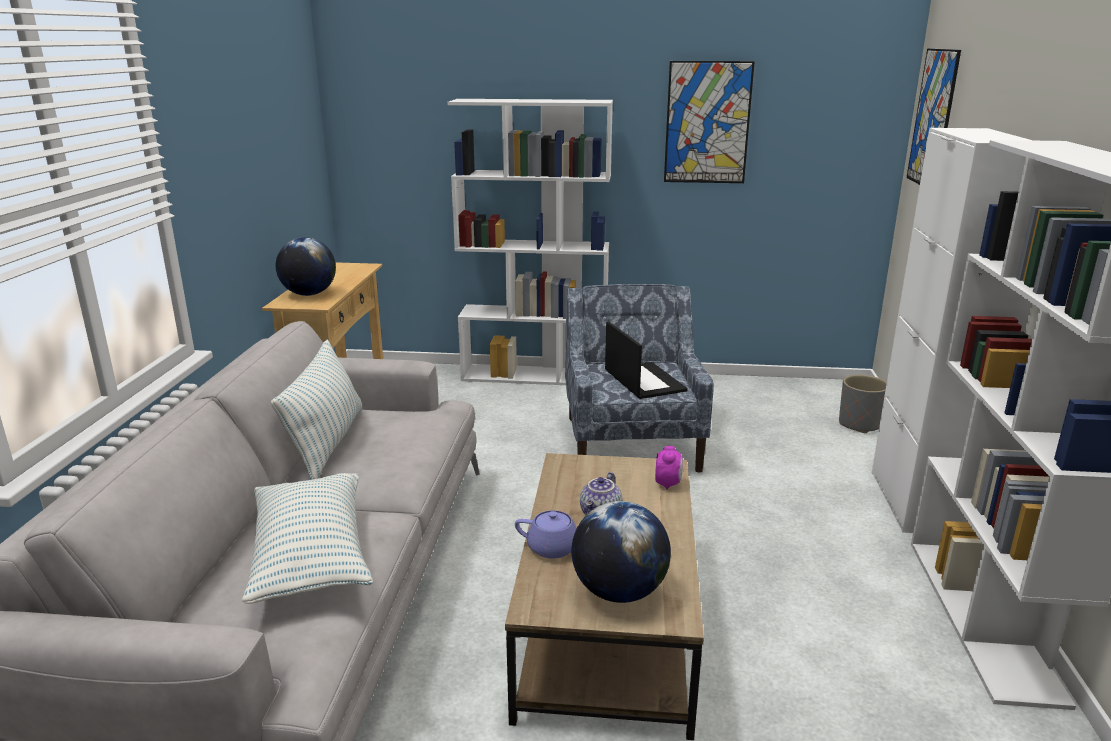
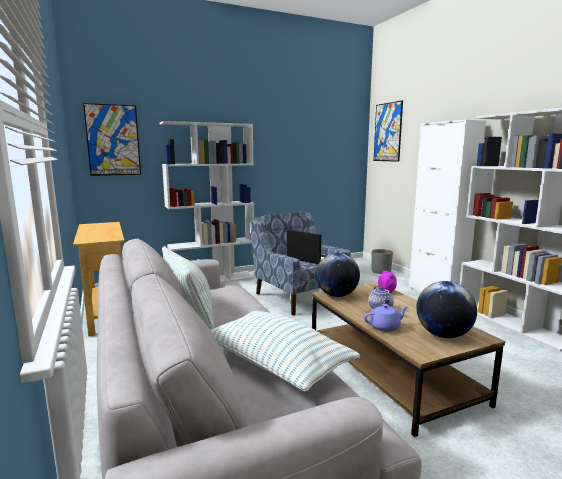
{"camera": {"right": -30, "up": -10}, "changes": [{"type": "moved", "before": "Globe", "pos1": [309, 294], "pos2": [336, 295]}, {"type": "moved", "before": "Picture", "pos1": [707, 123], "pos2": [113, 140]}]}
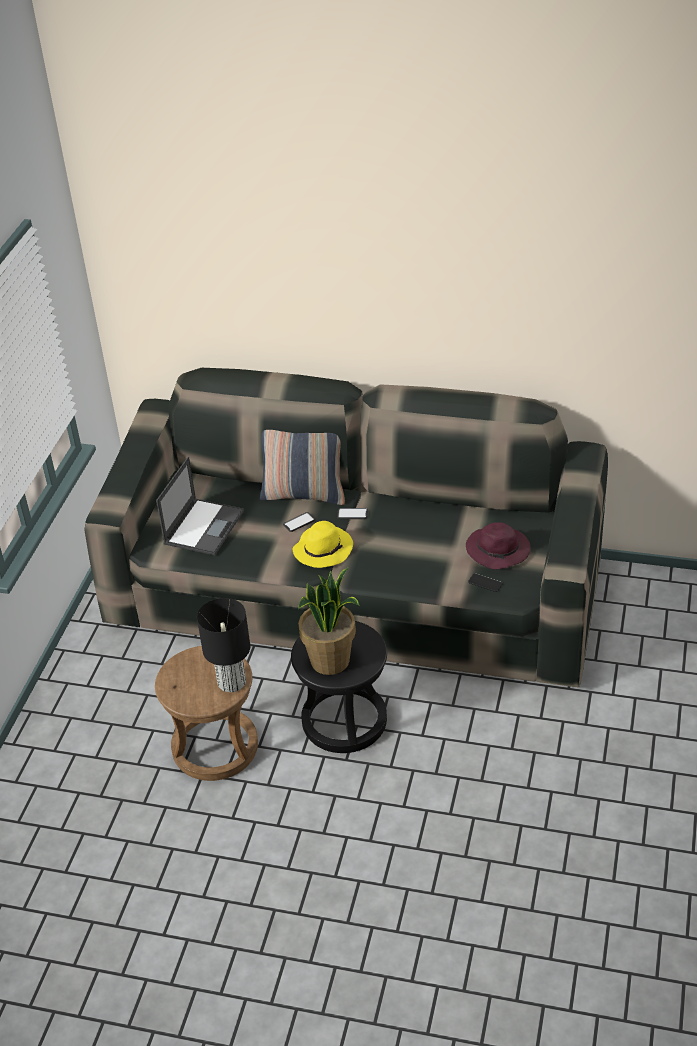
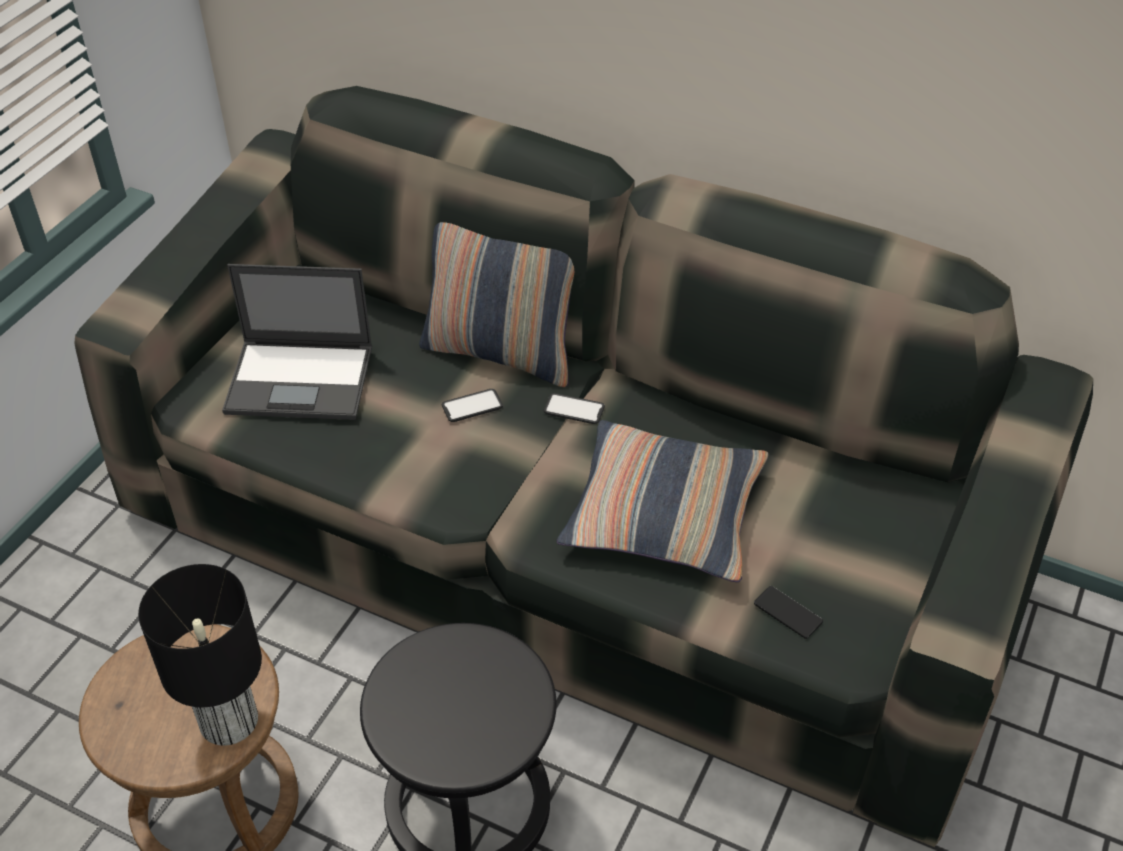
{"camera": {"right": 10, "up": 5}, "changes": [{"type": "removed", "before": "YellowHat", "pos1": [323, 549]}, {"type": "removed", "before": "PottedPlant", "pos1": [330, 661]}, {"type": "removed", "before": "PurpleHat", "pos1": [499, 550]}, {"type": "added", "after": "Pillow", "pos2": [664, 515]}, {"type": "turned", "before": "Laptop", "pos1": [204, 526], "pos2": [302, 380], "turn": 60}]}
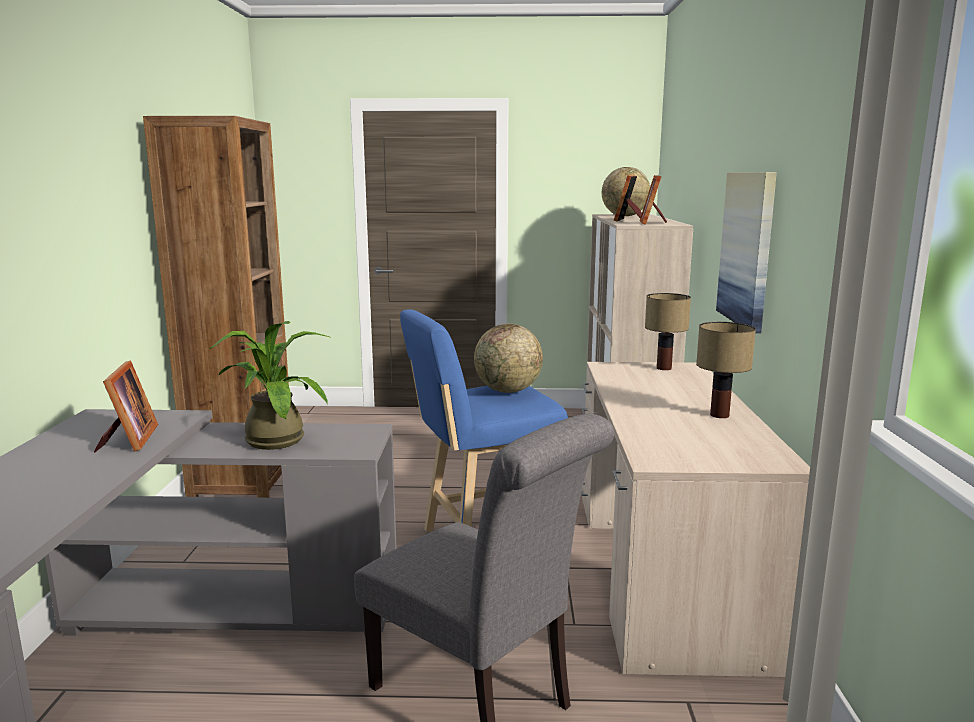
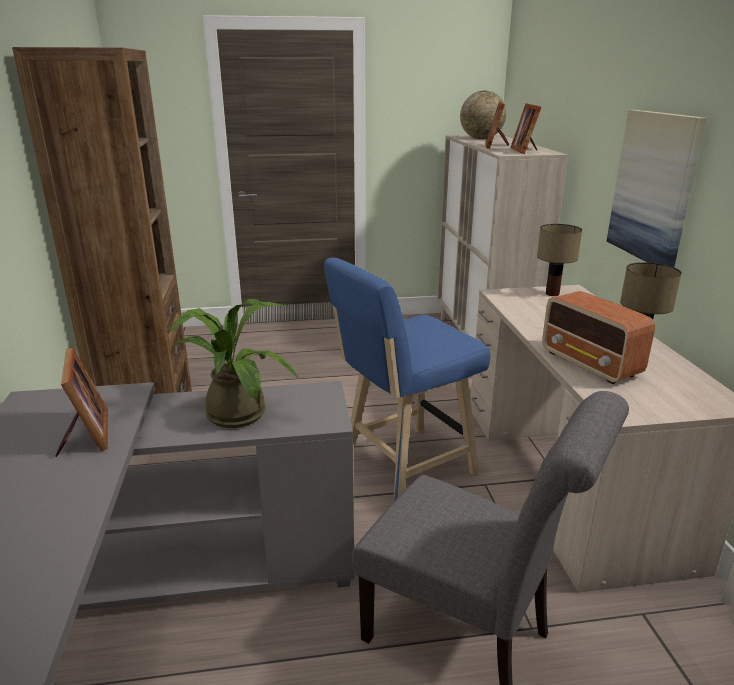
{"camera": {"right": -10, "up": 10}, "changes": [{"type": "removed", "before": "Globe", "pos1": [508, 391]}, {"type": "added", "after": "Radio", "pos2": [590, 364]}]}
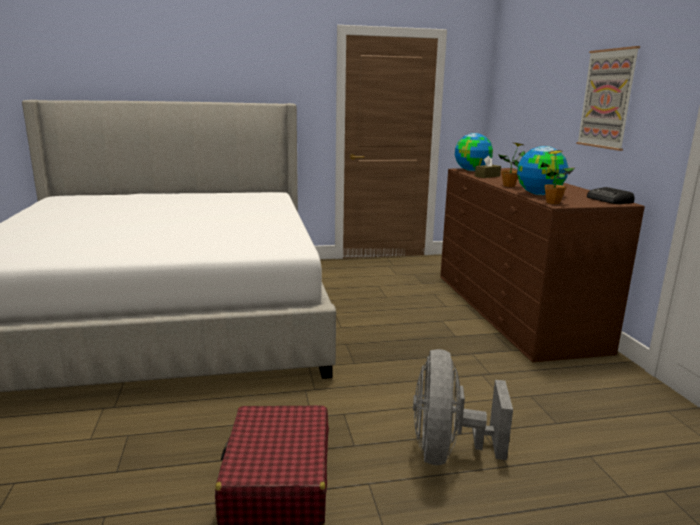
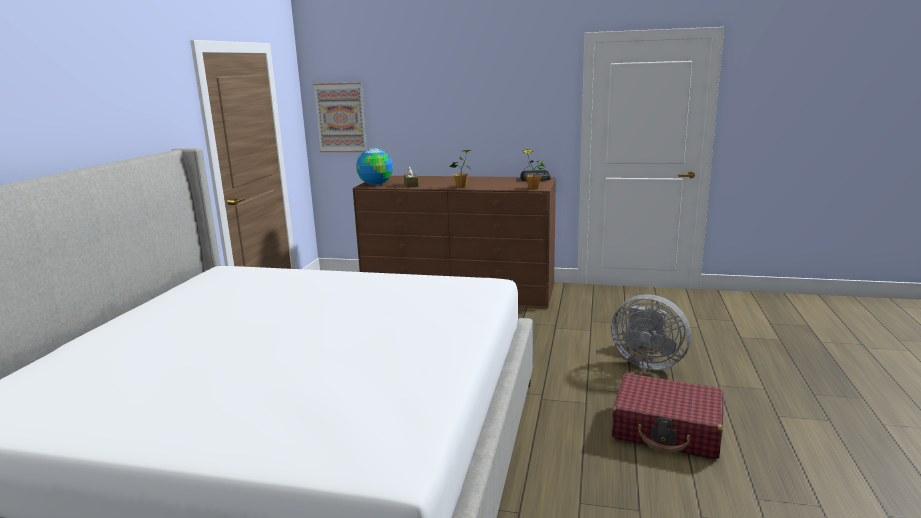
{"camera": {"right": -65, "up": 0}, "changes": [{"type": "removed", "before": "Globe", "pos1": [538, 194]}, {"type": "moved", "before": "Picture", "pos1": [607, 99], "pos2": [341, 117]}]}
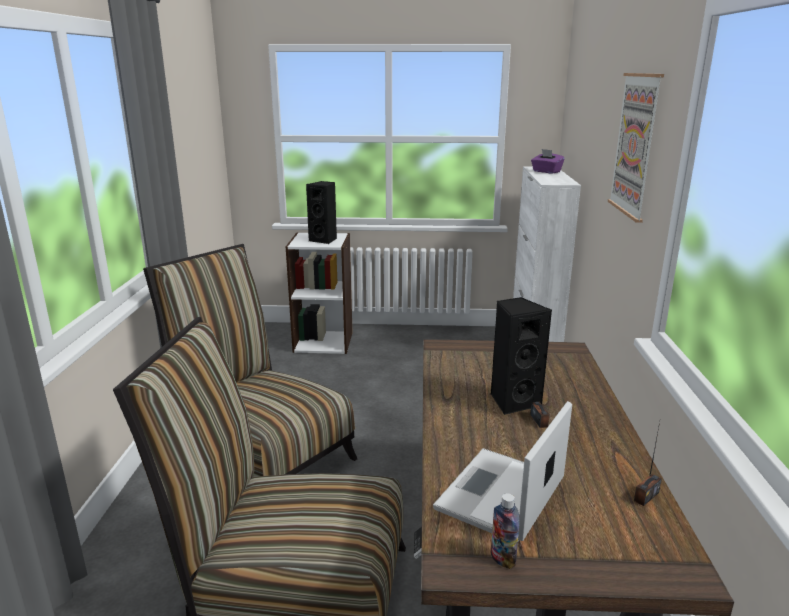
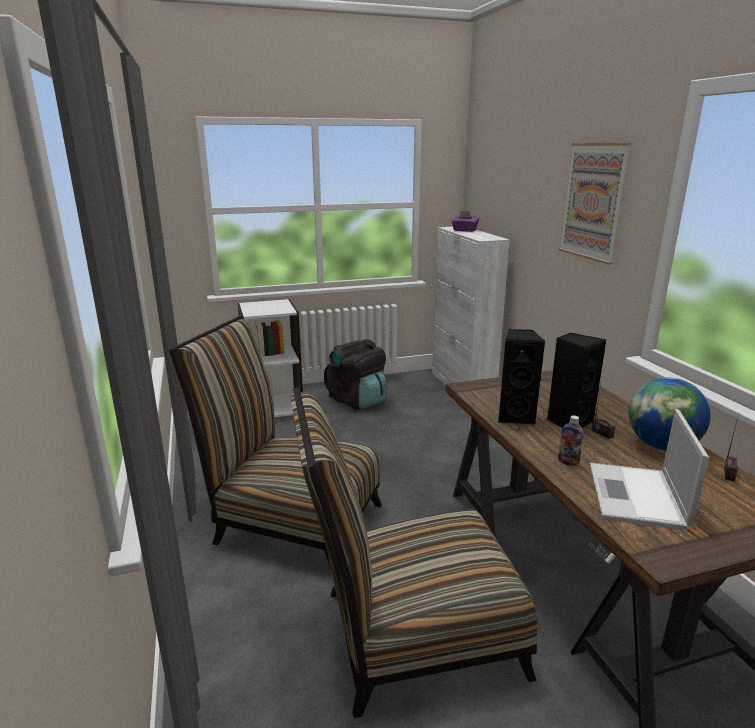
{"camera": {"right": -20, "up": 0}, "changes": [{"type": "added", "after": "BlackBackpack", "pos2": [357, 400]}, {"type": "added", "after": "Globe", "pos2": [661, 446]}, {"type": "moved", "before": "BlackSpeaker", "pos1": [324, 240], "pos2": [515, 416]}, {"type": "moved", "before": "Bottle", "pos1": [503, 559], "pos2": [568, 462]}]}
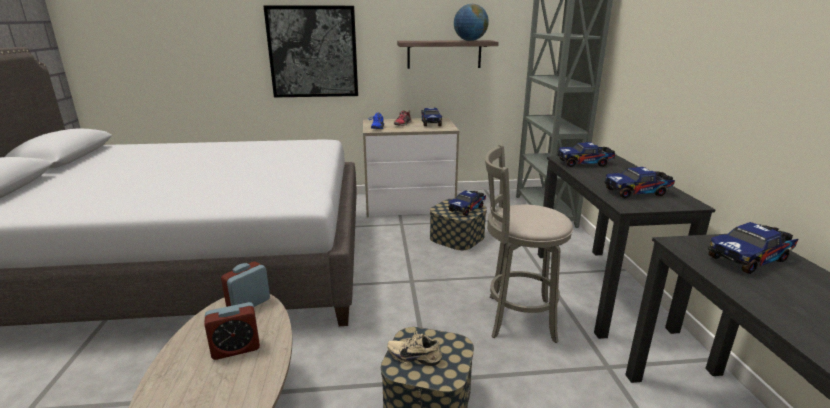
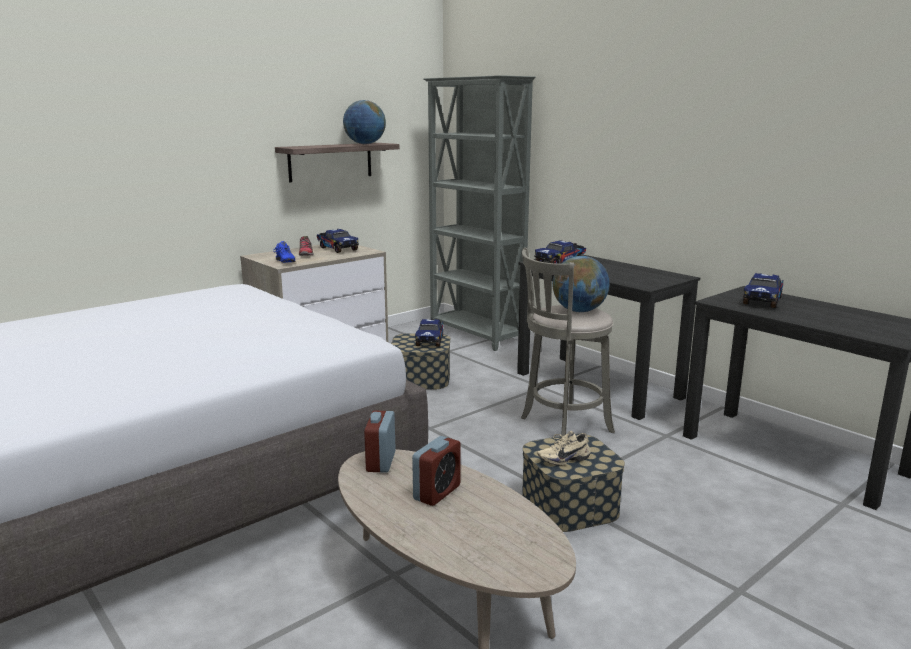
{"camera": {"right": -35, "up": -5}, "changes": [{"type": "removed", "before": "Picture", "pos1": [313, 52]}, {"type": "removed", "before": "ToyTruck", "pos1": [638, 192]}, {"type": "added", "after": "Globe", "pos2": [579, 311]}]}
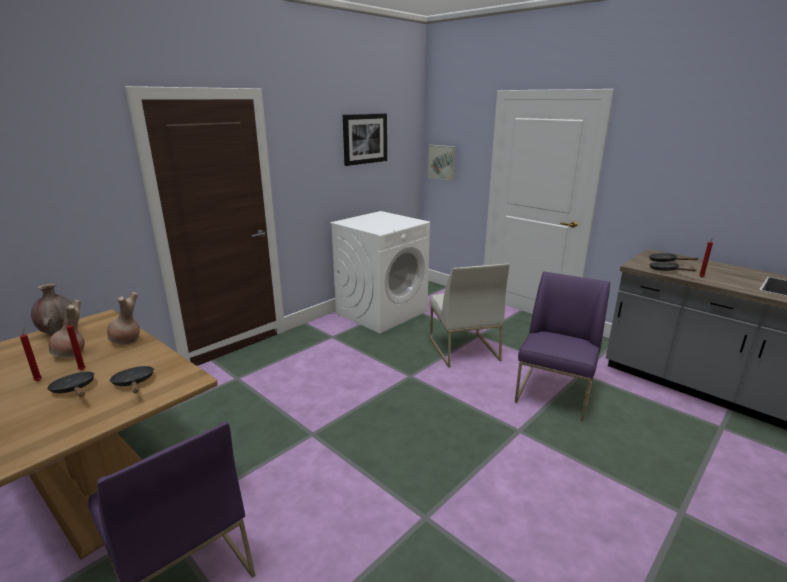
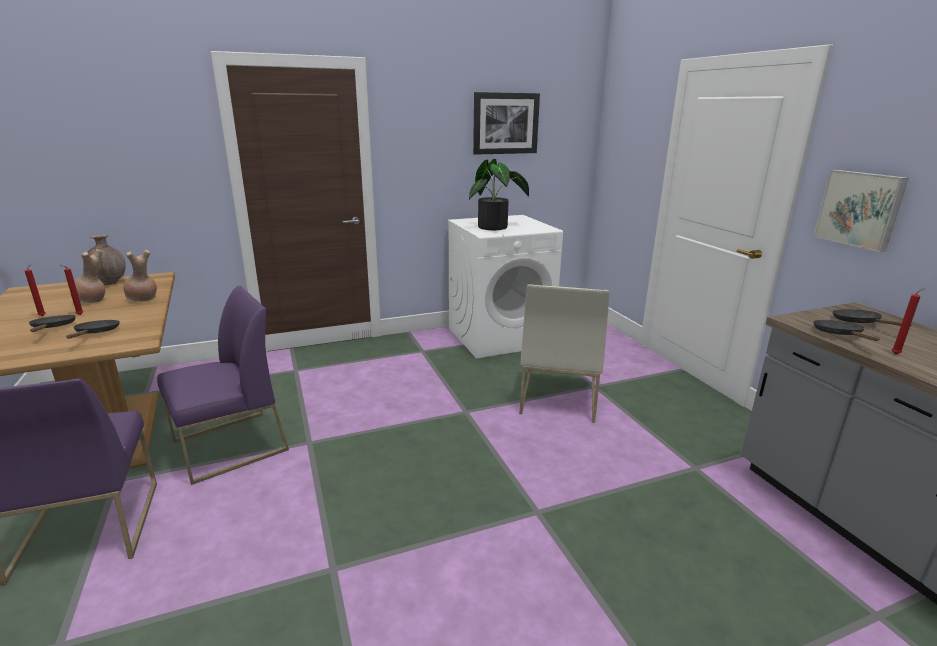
{"camera": {"right": 25, "up": 0}, "changes": [{"type": "added", "after": "PottedPlant", "pos2": [496, 227]}, {"type": "moved", "before": "Picture", "pos1": [442, 162], "pos2": [860, 209]}, {"type": "moved", "before": "PurpleChair", "pos1": [555, 393], "pos2": [229, 446]}]}
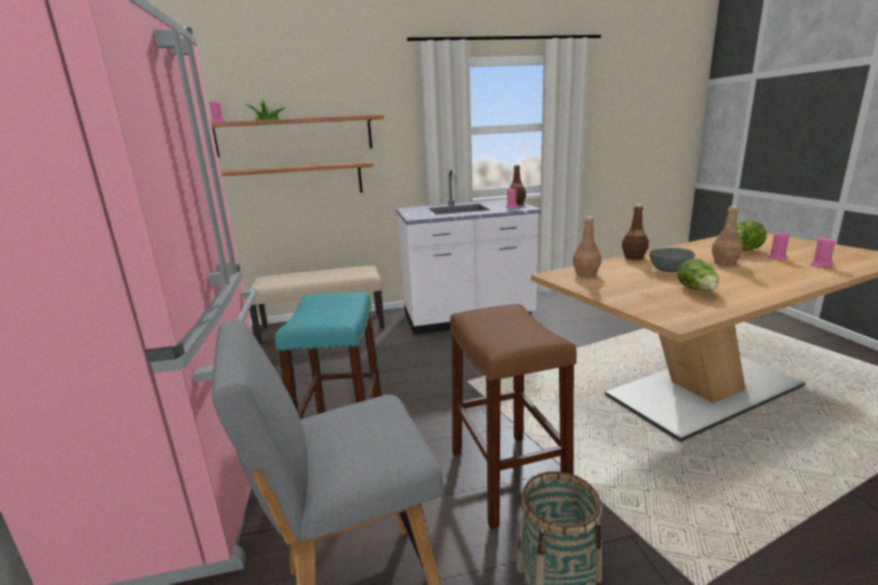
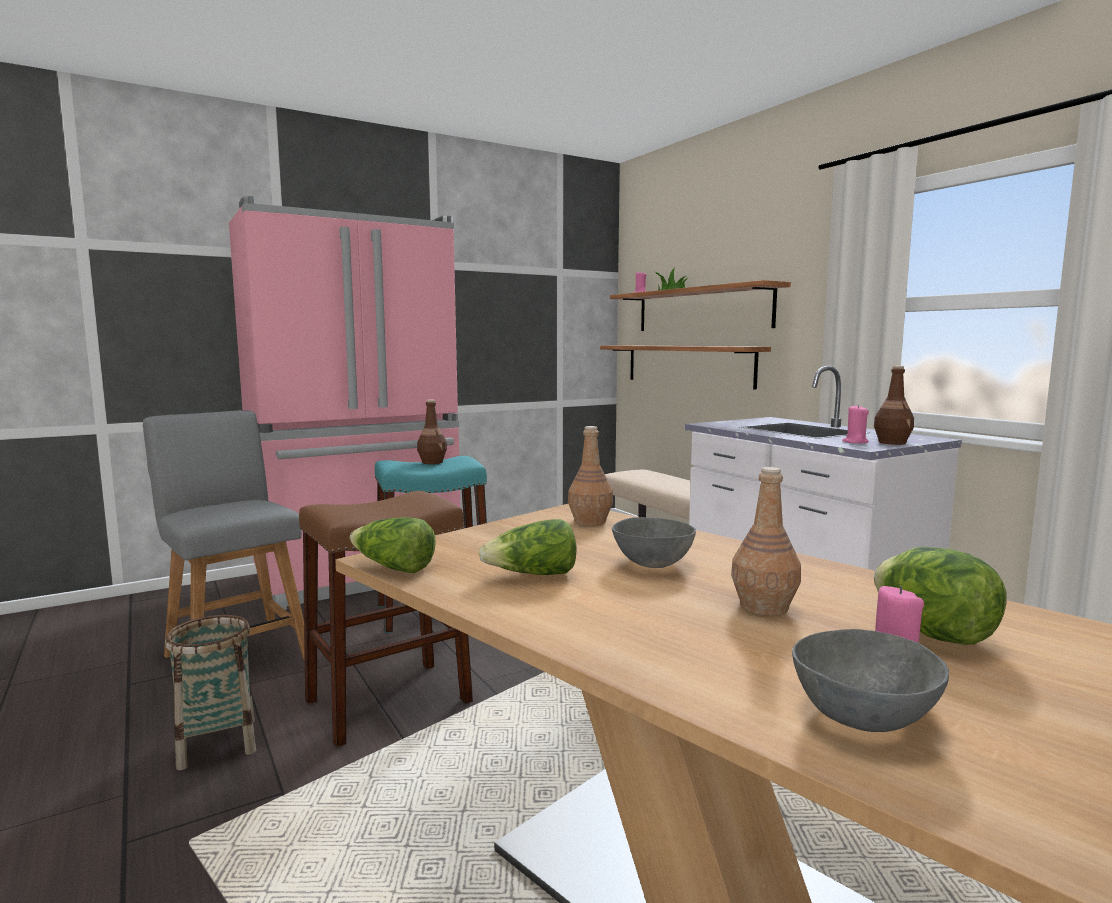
{"camera": {"right": 70, "up": -10}, "changes": [{"type": "added", "after": "Lettuce", "pos2": [393, 568]}, {"type": "moved", "before": "BrownBottle", "pos1": [633, 257], "pos2": [432, 462]}, {"type": "replaced", "before": "PinkCandle", "after": "GreyBowl", "pos1": [820, 265], "pos2": [866, 718]}]}
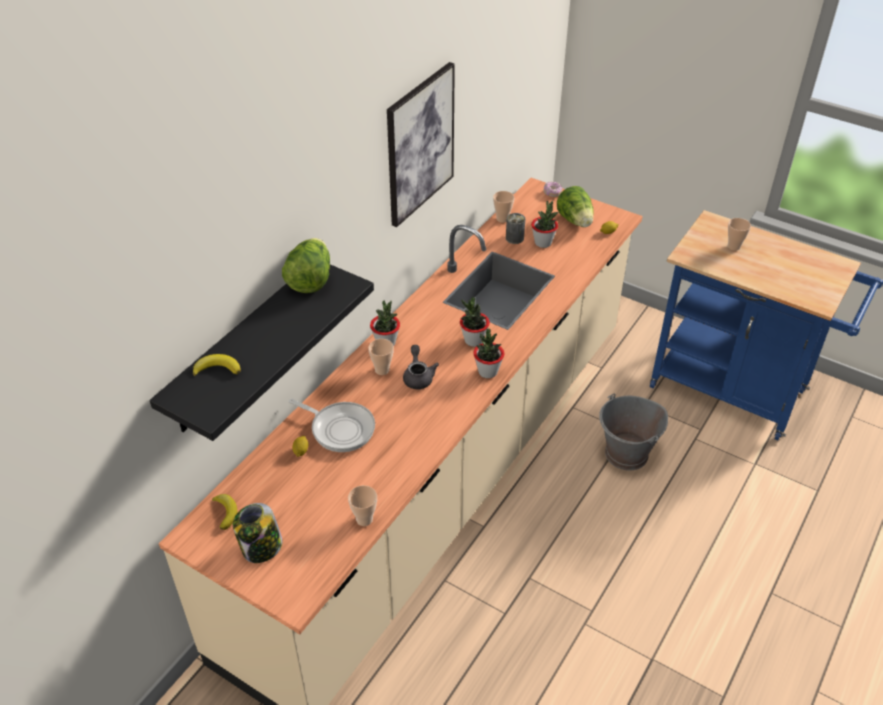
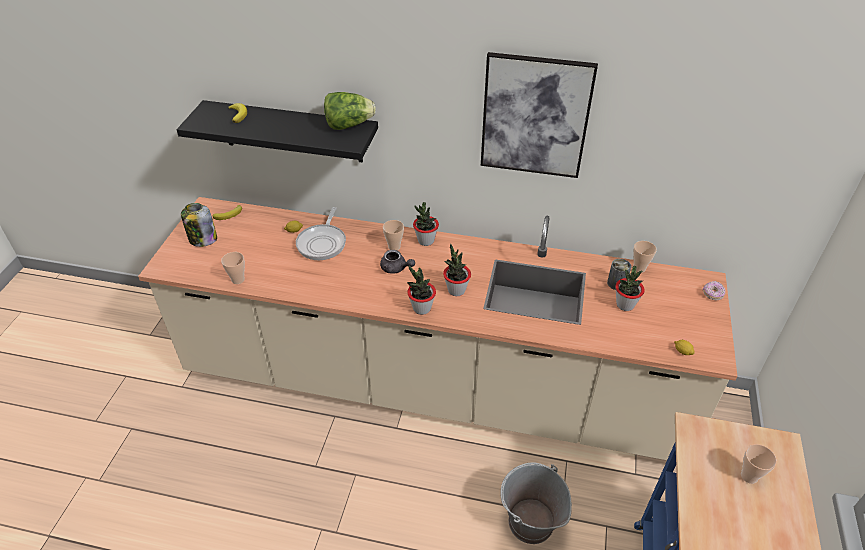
{"camera": {"right": 70, "up": 0}, "changes": [{"type": "removed", "before": "Lettuce", "pos1": [575, 221]}, {"type": "turned", "before": "GreyTeapot", "pos1": [418, 376], "pos2": [396, 268], "turn": 60}]}
